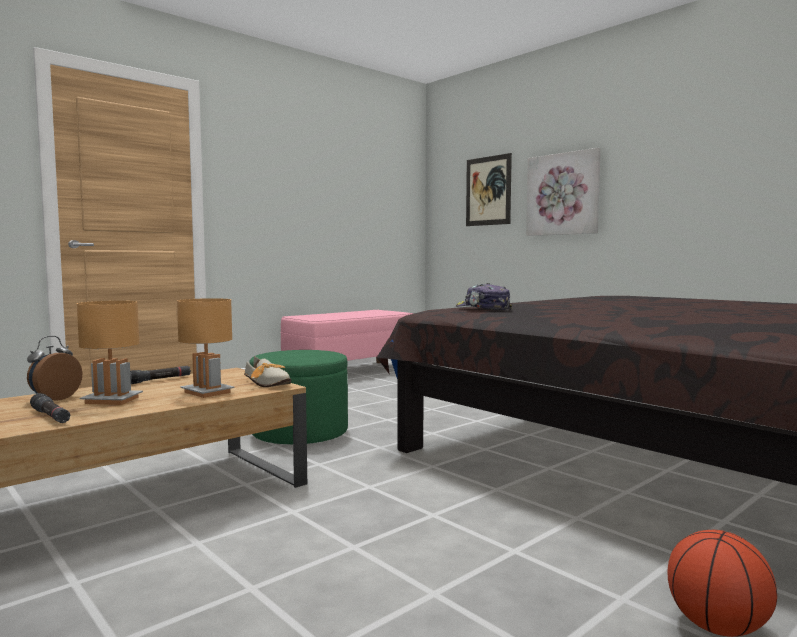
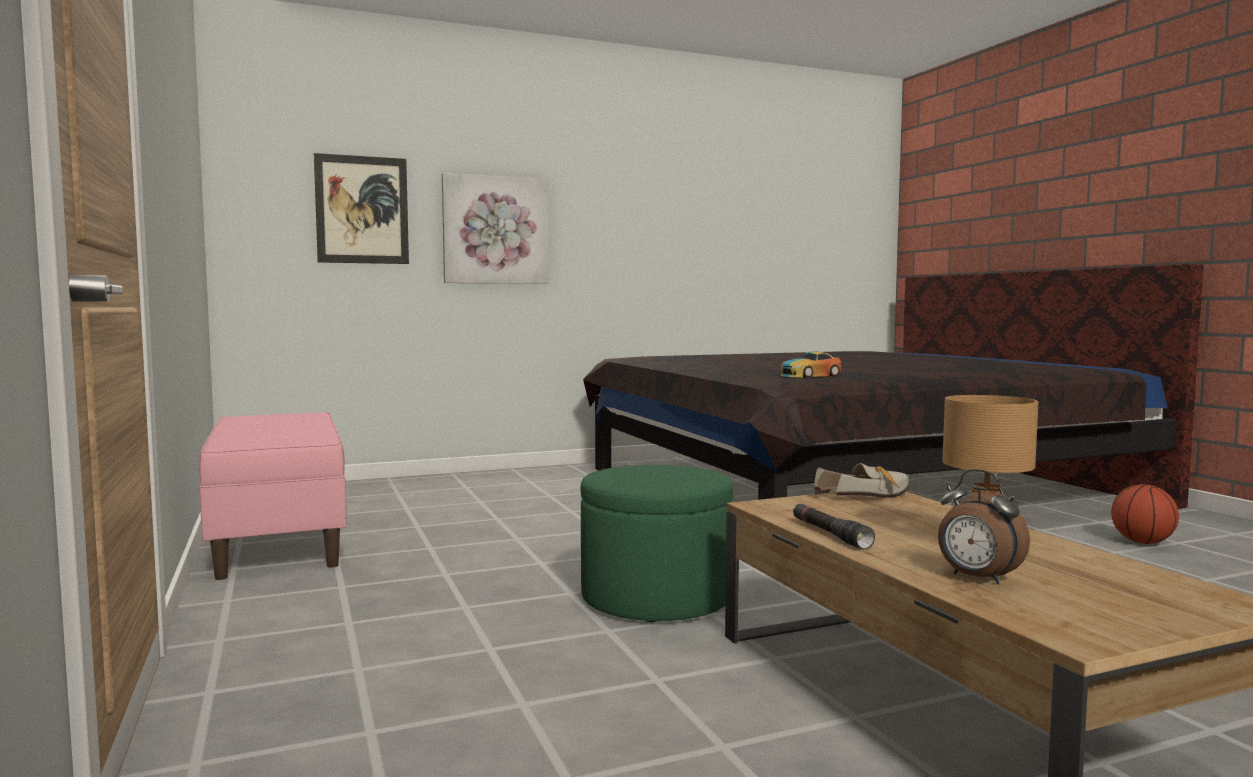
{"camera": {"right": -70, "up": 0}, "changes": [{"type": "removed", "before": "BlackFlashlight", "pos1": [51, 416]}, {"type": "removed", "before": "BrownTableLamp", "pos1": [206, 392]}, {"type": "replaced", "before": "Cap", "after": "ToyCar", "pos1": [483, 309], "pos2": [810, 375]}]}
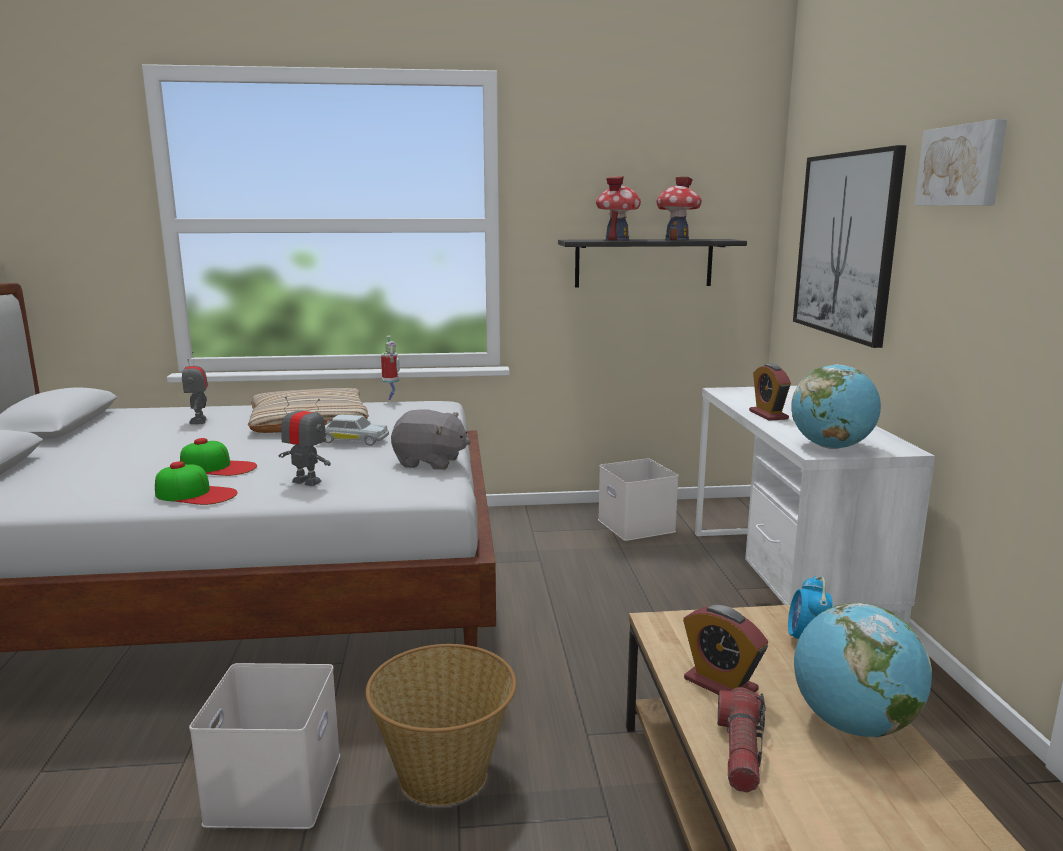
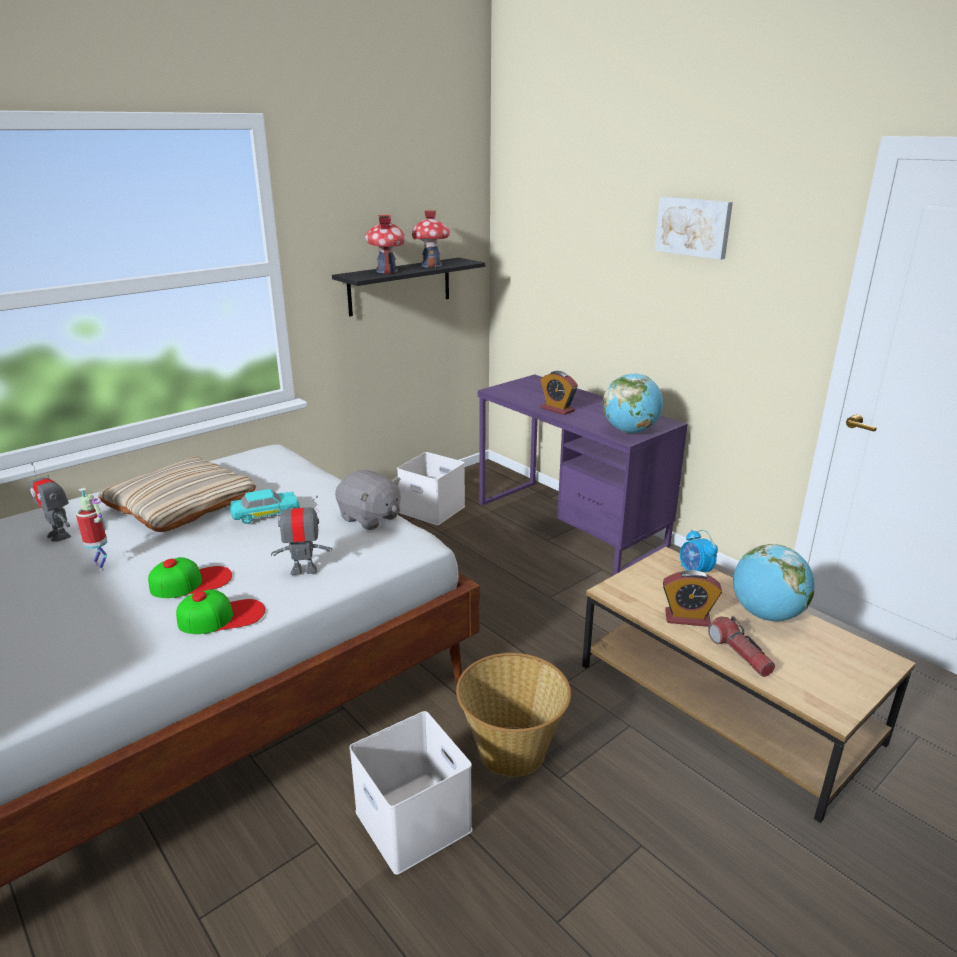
{"camera": {"right": -35, "up": 10}, "changes": [{"type": "removed", "before": "Picture", "pos1": [846, 245]}, {"type": "moved", "before": "ToyRobot", "pos1": [392, 400], "pos2": [102, 566]}, {"type": "recoloured", "before": "WhiteToyCar", "after": "TurquoiseToyCar", "pos1": [353, 440], "pos2": [265, 514]}, {"type": "recoloured", "before": "WhiteDesk", "after": "PurpleDesk", "pos1": [784, 582], "pos2": [569, 524]}, {"type": "turned", "before": "GreyPlushToy", "pos1": [430, 462], "pos2": [370, 518], "turn": 60}]}
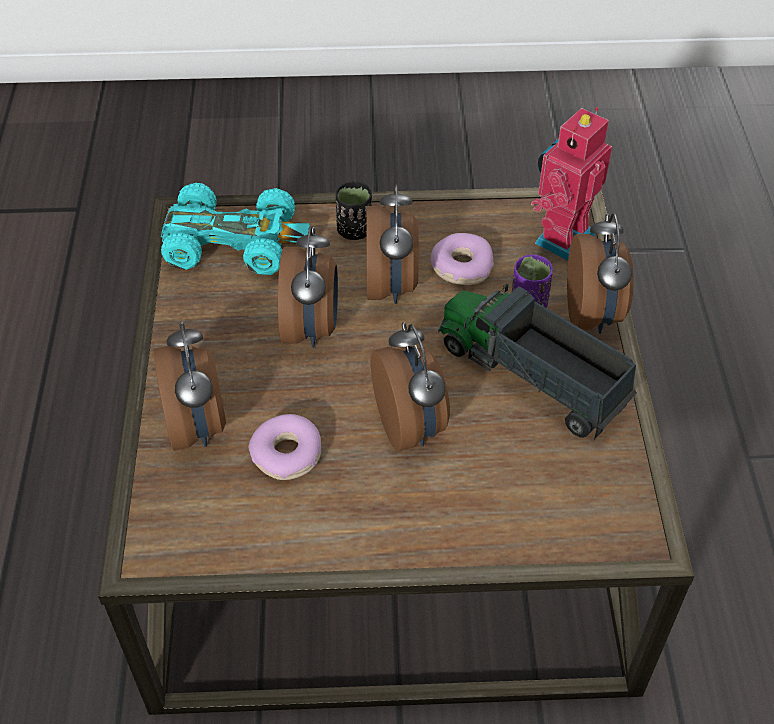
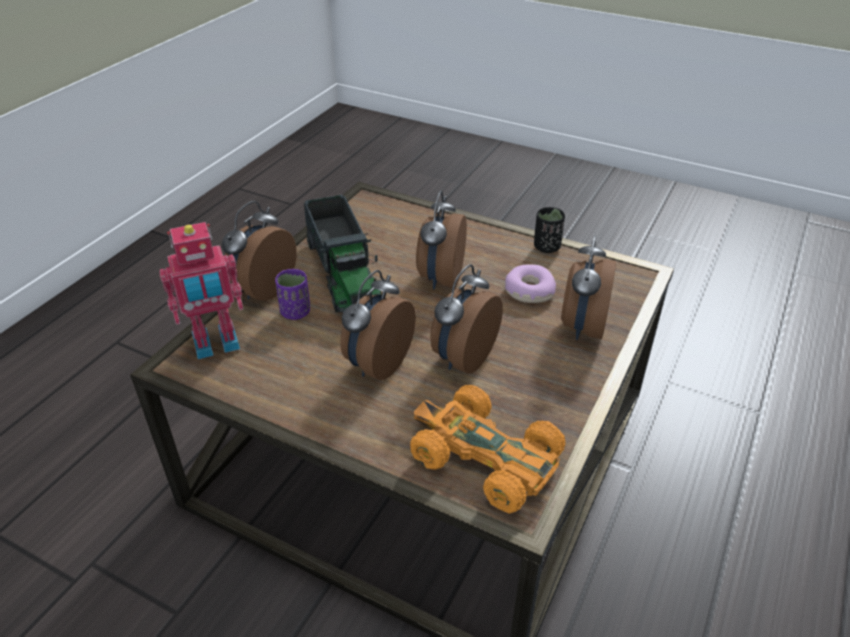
{"camera": {"right": -150, "up": -10}, "changes": [{"type": "removed", "before": "Donut", "pos1": [461, 267]}, {"type": "moved", "before": "BlackCup", "pos1": [354, 231], "pos2": [546, 247]}, {"type": "recoloured", "before": "TurquoiseToyCar", "after": "OrangeToyCar", "pos1": [234, 242], "pos2": [483, 457]}]}
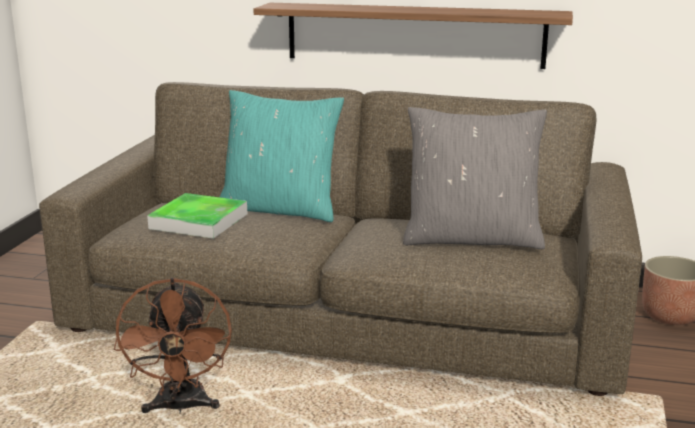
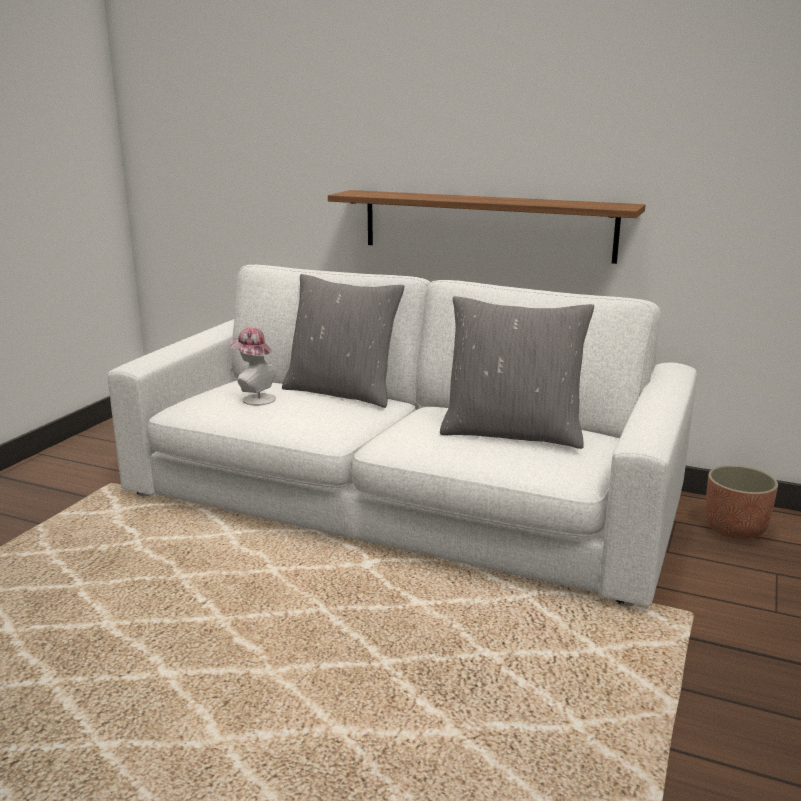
{"camera": {"right": 10, "up": 0}, "changes": [{"type": "removed", "before": "BrownFan", "pos1": [181, 407]}, {"type": "replaced", "before": "Tray", "after": "Hat", "pos1": [199, 221], "pos2": [255, 398]}, {"type": "recoloured", "before": "BrownSofa", "after": "WhiteSofa", "pos1": [347, 311], "pos2": [400, 497]}, {"type": "recoloured", "before": "TurquoisePillow", "after": "GreyPillow", "pos1": [280, 209], "pos2": [342, 392]}]}
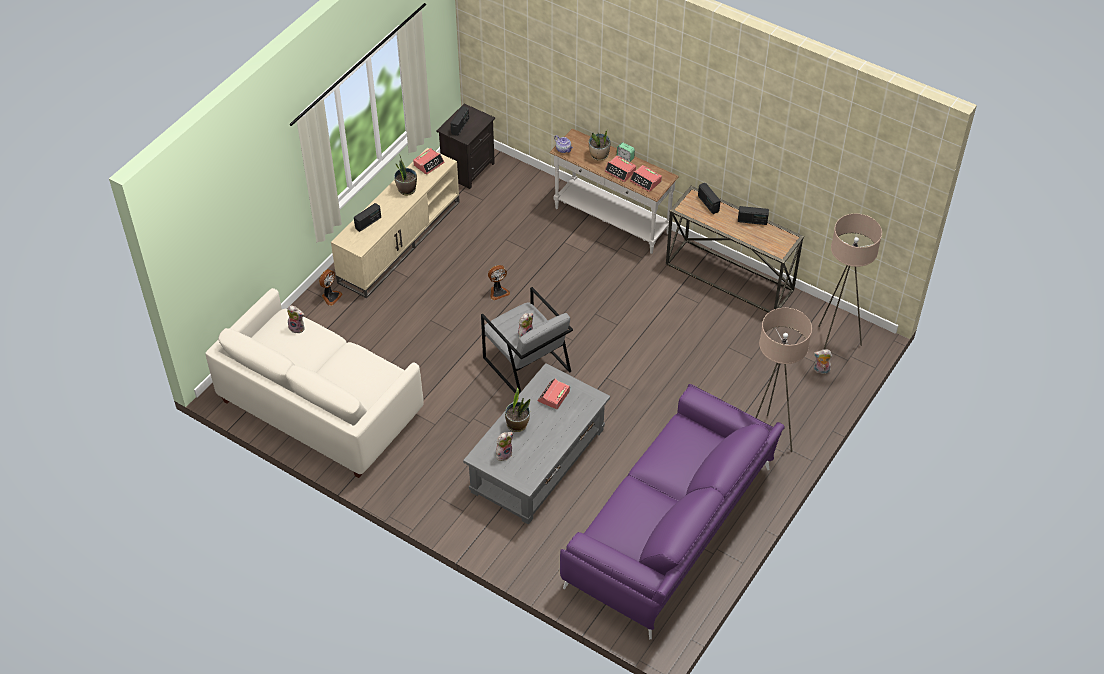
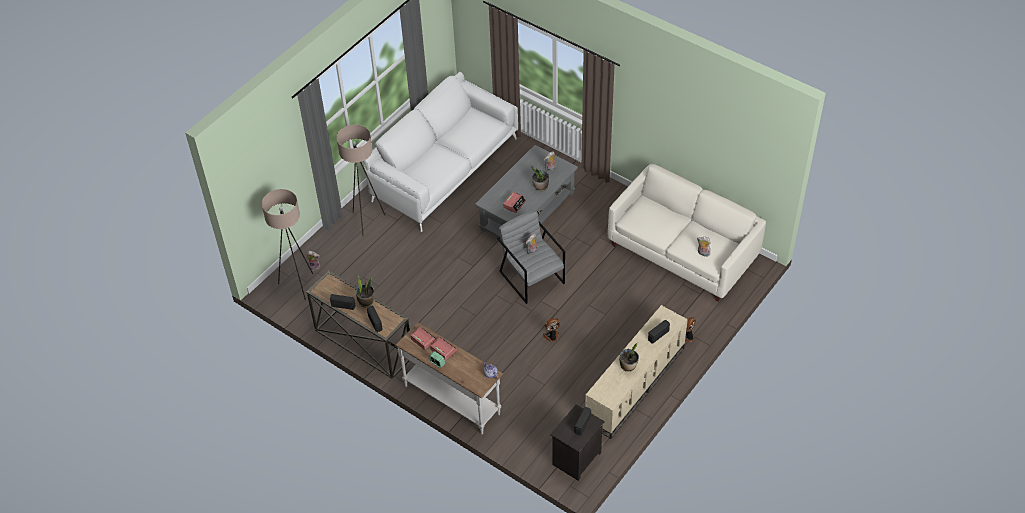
{"camera": {"right": -175, "up": 0}, "changes": [{"type": "removed", "before": "AlarmClock", "pos1": [429, 164]}, {"type": "moved", "before": "PottedPlant", "pos1": [599, 155], "pos2": [366, 301]}, {"type": "recoloured", "before": "PurpleSofa", "after": "WhiteSofa", "pos1": [671, 529], "pos2": [443, 168]}]}
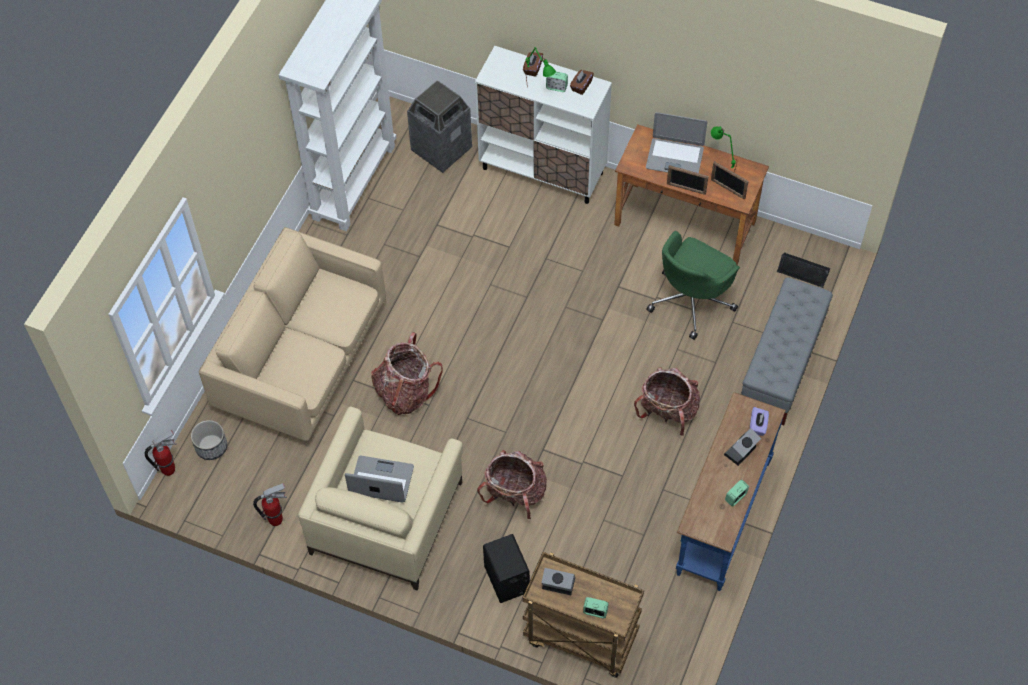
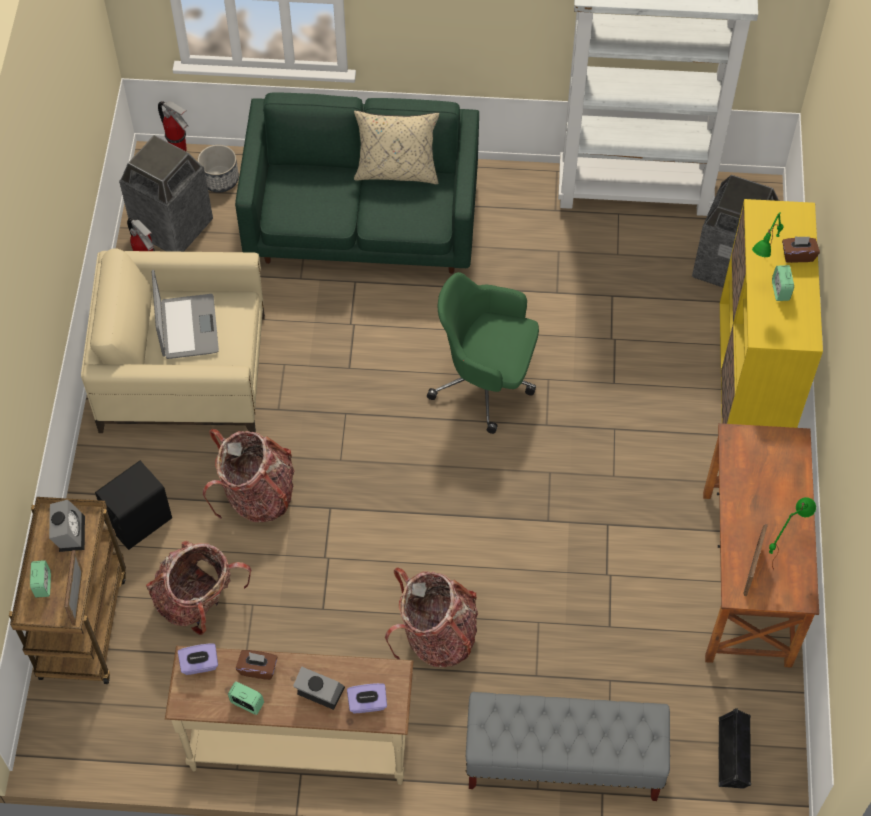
{"camera": {"right": 70, "up": 0}, "changes": [{"type": "removed", "before": "Laptop", "pos1": [675, 157]}, {"type": "added", "after": "TrashCan", "pos2": [172, 227]}, {"type": "added", "after": "PurpleTissueBox", "pos2": [199, 665]}, {"type": "added", "after": "BeigePillow", "pos2": [397, 171]}, {"type": "moved", "before": "Backpack", "pos1": [405, 392], "pos2": [199, 601]}, {"type": "moved", "before": "BrownTissueBox", "pos1": [581, 86], "pos2": [258, 669]}, {"type": "moved", "before": "GreenOfficeChair", "pos1": [692, 300], "pos2": [486, 382]}, {"type": "moved", "before": "PictureFrame", "pos1": [686, 188], "pos2": [77, 597]}, {"type": "recoloured", "before": "BeigeSofa", "after": "GreenSofa", "pos1": [303, 360], "pos2": [363, 225]}, {"type": "recoloured", "before": "WhiteCabinet", "after": "YellowCabinet", "pos1": [543, 171], "pos2": [750, 385]}, {"type": "recoloured", "before": "BlueConsoleTable", "after": "BeigeConsoleTable", "pos1": [722, 517], "pos2": [300, 745]}]}
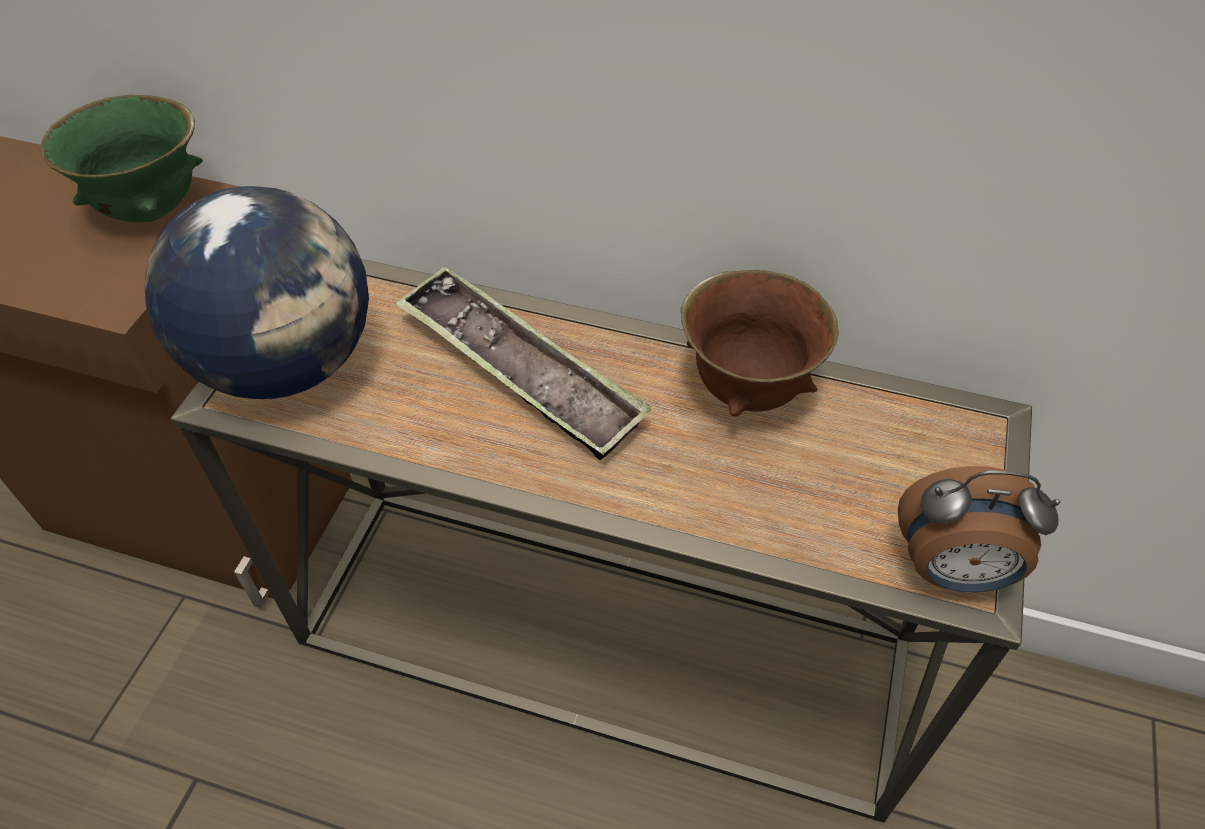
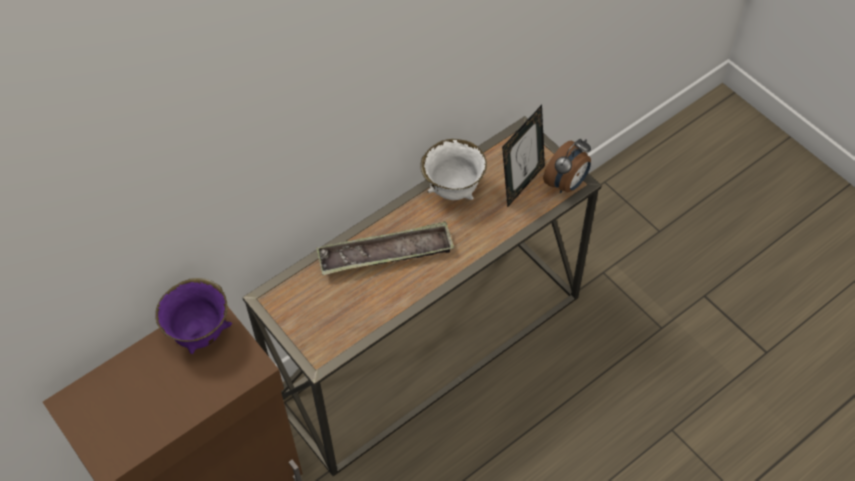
{"camera": {"right": -55, "up": 5}, "changes": [{"type": "removed", "before": "Globe", "pos1": [288, 363]}, {"type": "added", "after": "PictureFrame", "pos2": [521, 183]}, {"type": "recoloured", "before": "GreenBowl", "after": "PurpleBowl", "pos1": [152, 211], "pos2": [201, 334]}, {"type": "recoloured", "before": "BrownBowl", "after": "WhiteBowl", "pos1": [748, 390], "pos2": [453, 189]}]}
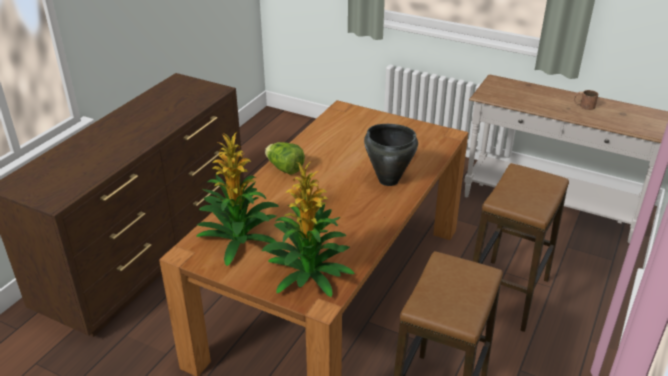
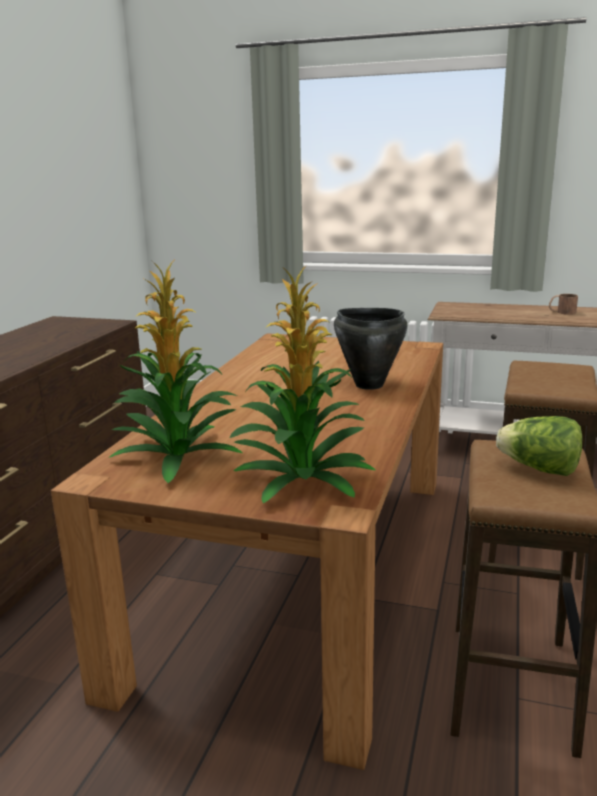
{"camera": {"right": -10, "up": -15}, "changes": [{"type": "moved", "before": "Lettuce", "pos1": [284, 168], "pos2": [539, 469]}]}
